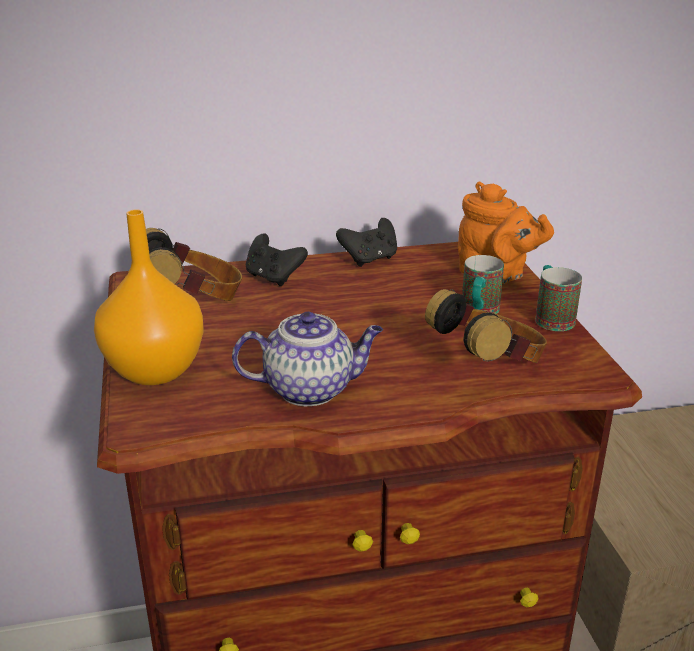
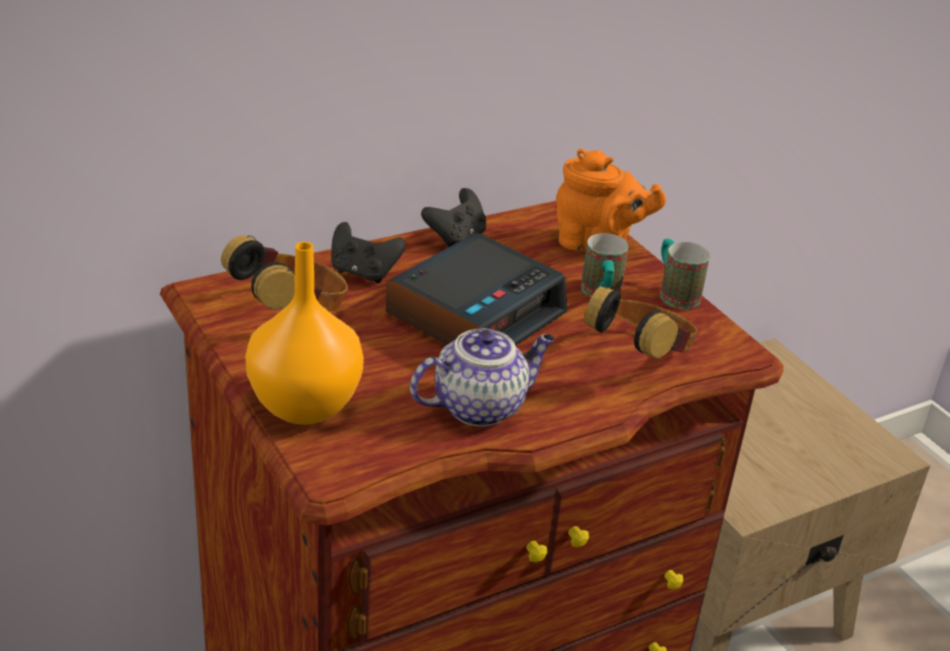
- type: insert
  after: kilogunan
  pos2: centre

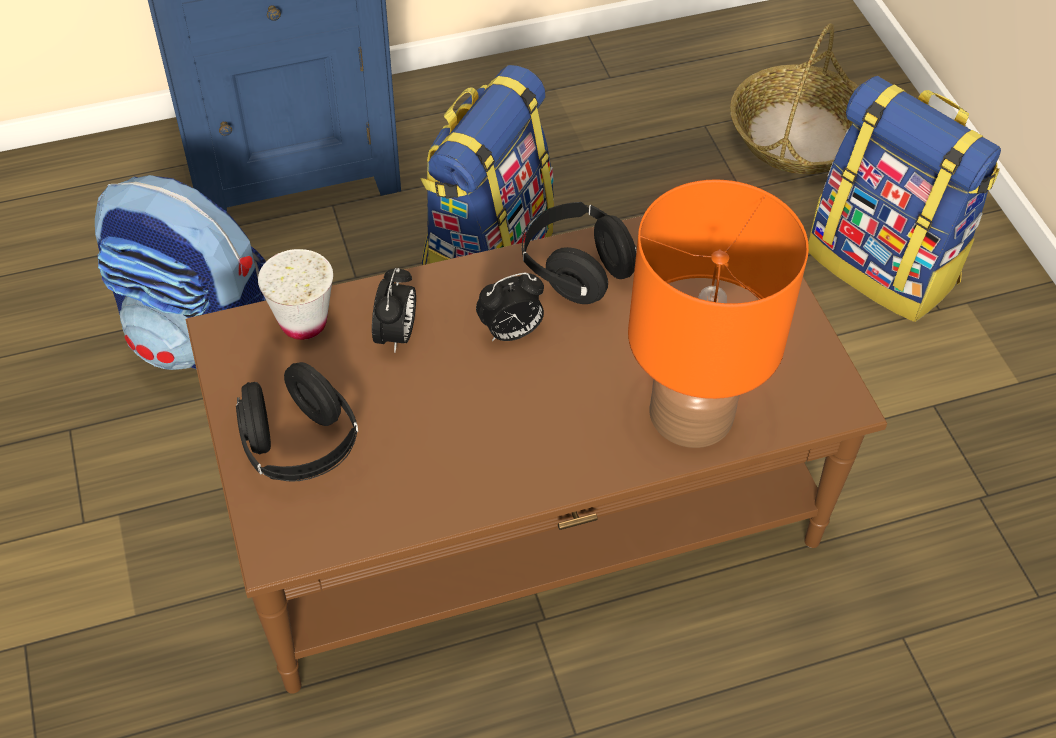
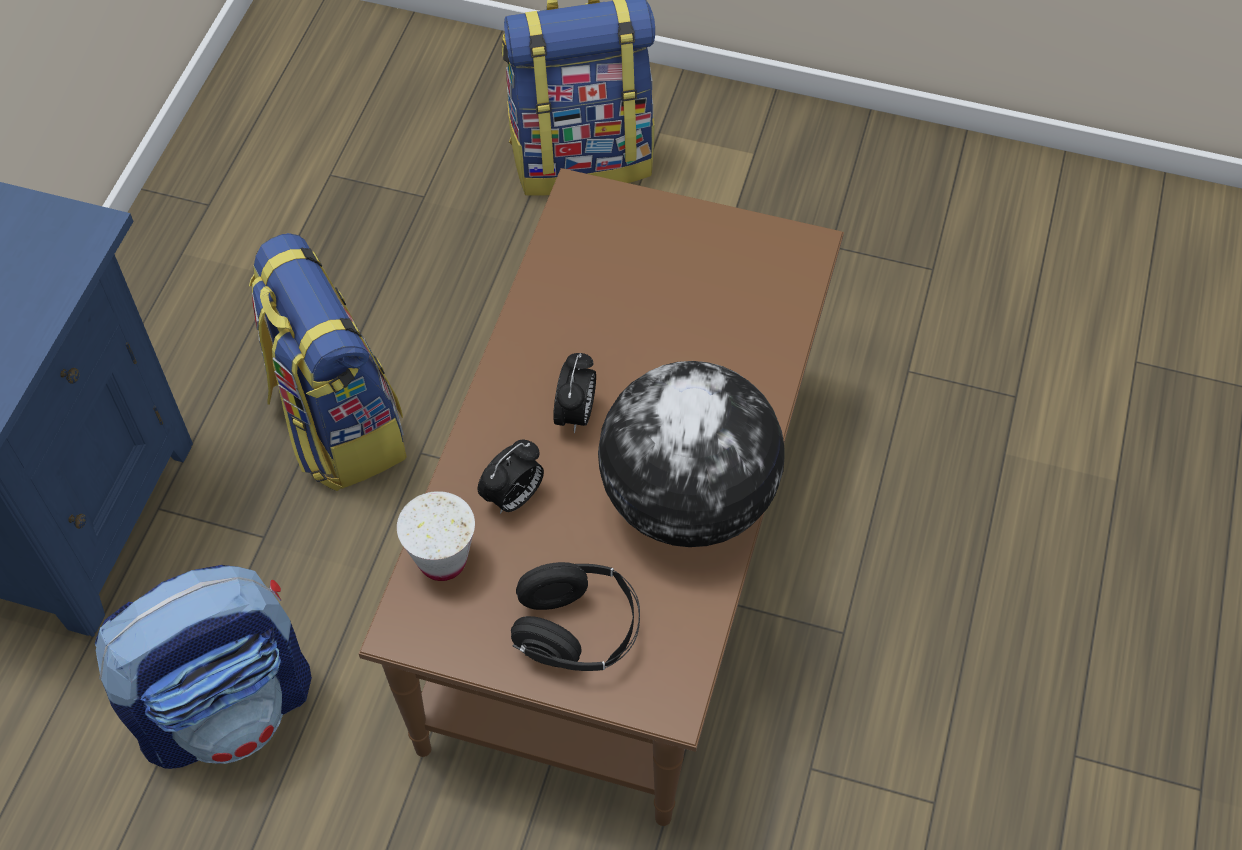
- type: delete
  before: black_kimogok (2nd from left)
  pos1: centre
- type: delete
  before: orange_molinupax
  pos1: middle right
- type: delete
  before: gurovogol
  pos1: top right
- type: insert
  after: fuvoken
  pos2: centre
- type: rotate
  before: kilogunan (1st from left)
  pos1: centre
  pos2: centre
  turn: 90

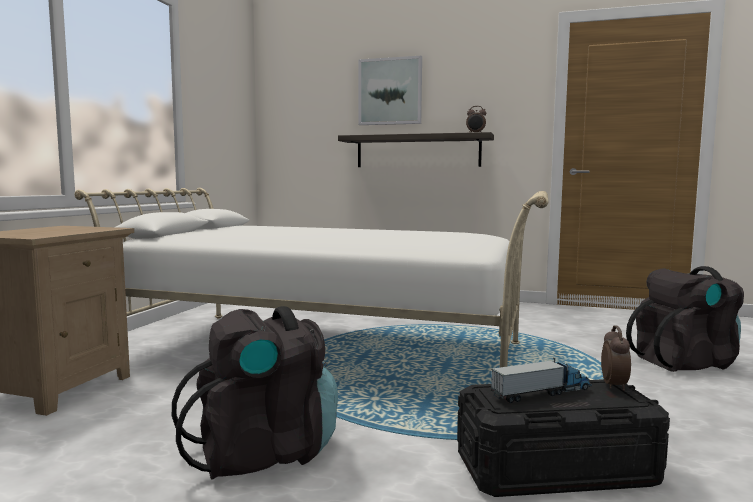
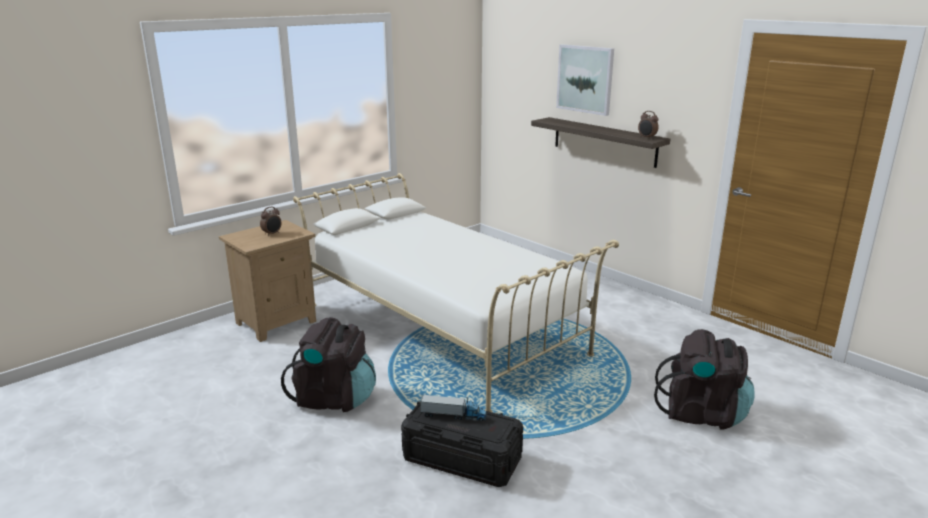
- type: move
  before: kilogunan (2nd from left in the first image)
  after: kilogunan (1st from left)
  pos1: bottom right
  pos2: middle left

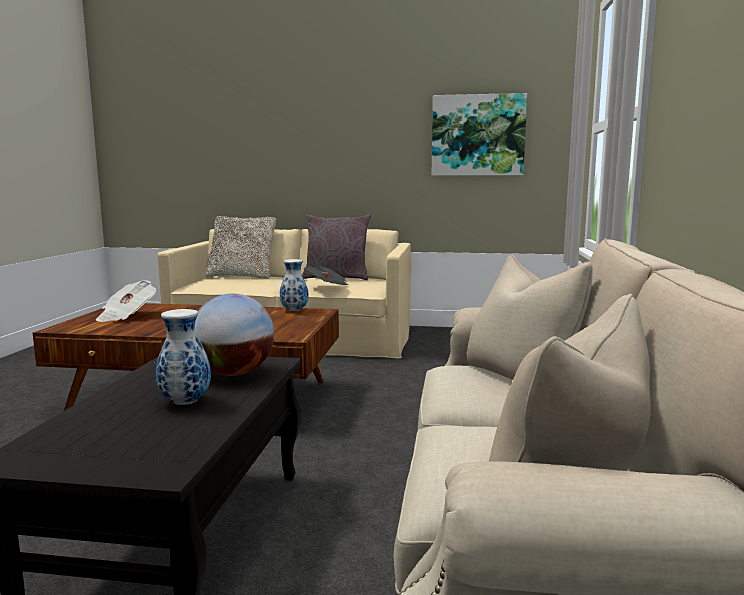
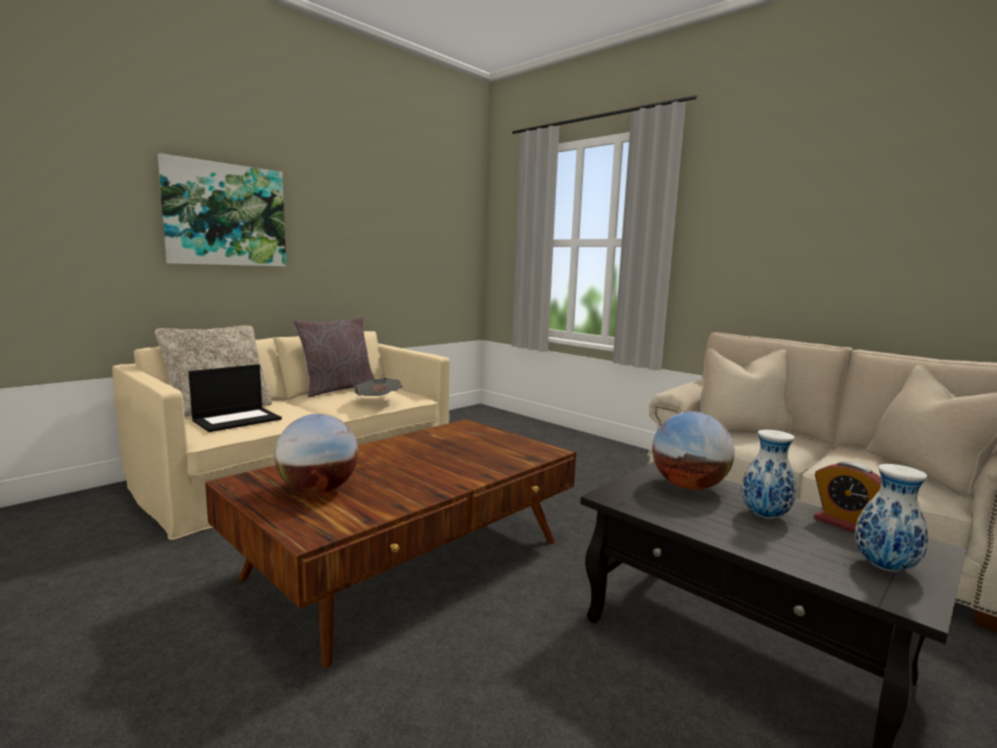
- type: insert
  after: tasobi
  pos2: middle left
- type: insert
  after: kilogunan
  pos2: middle right
- type: move
  before: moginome (2nd from left)
  pos1: centre
  pos2: bottom right
- type: move
  before: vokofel
  pos1: top centre
  pos2: top left
- type: replace
  before: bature (1st from left)
  after: fuvoken (1st from left)
  pos1: middle left
  pos2: middle left

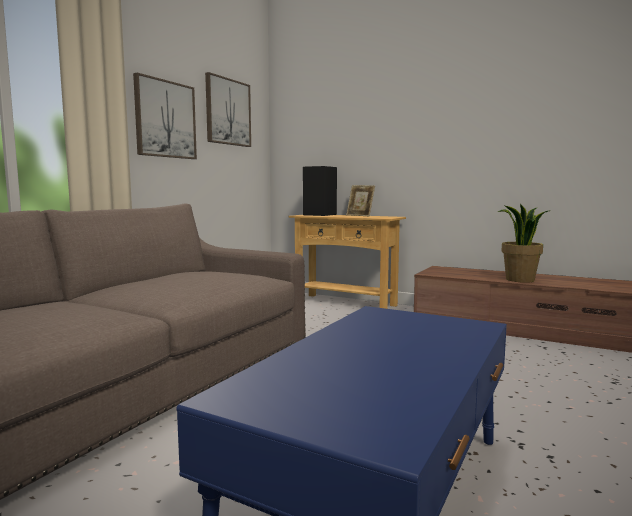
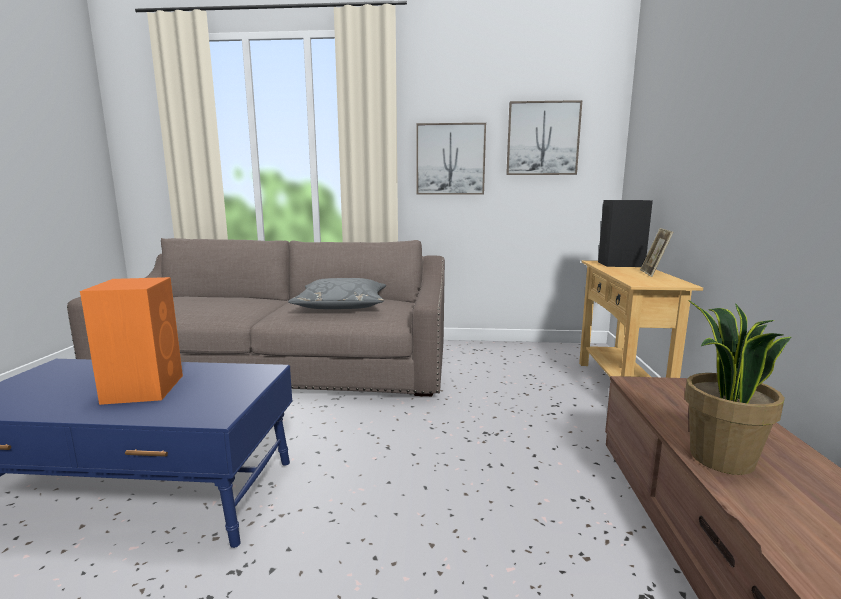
- type: insert
  after: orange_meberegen
  pos2: middle left
- type: insert
  after: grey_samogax
  pos2: centre

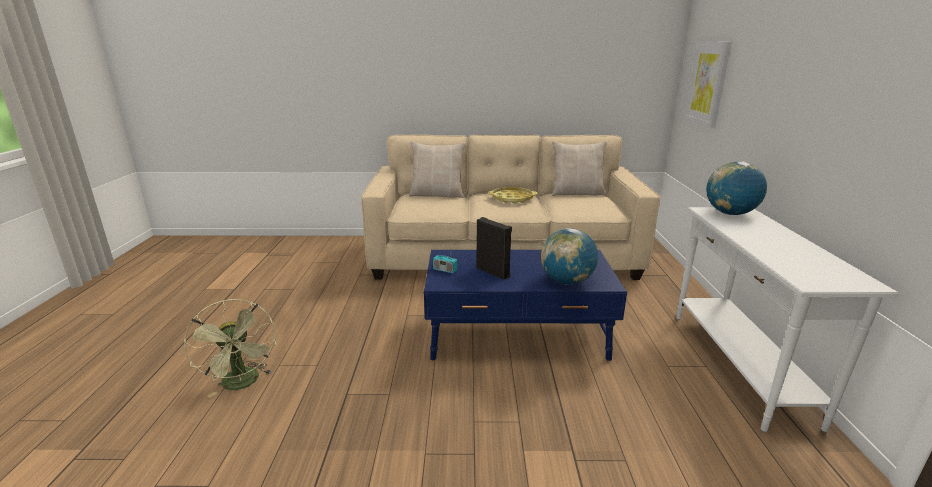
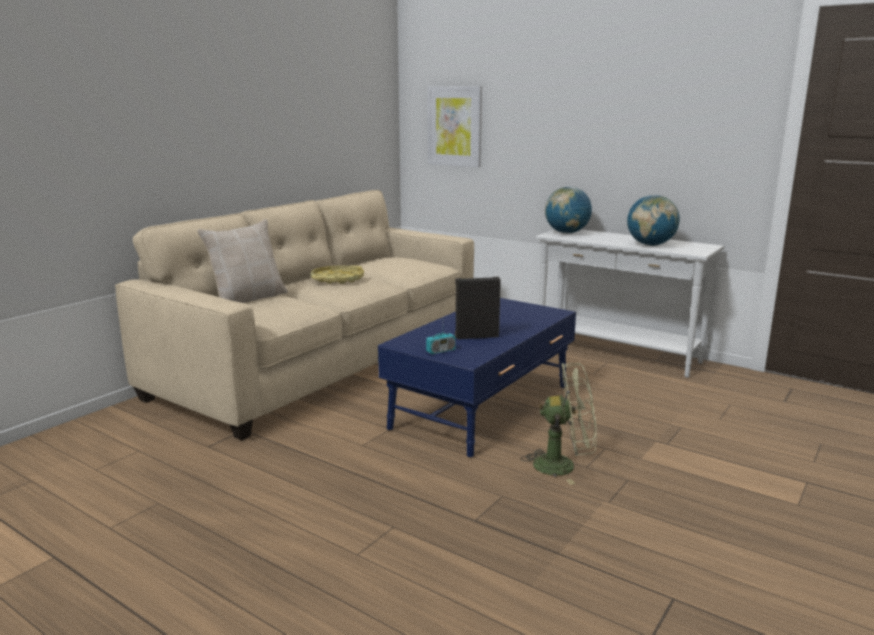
- type: delete
  before: beige_samogax (2nd from left)
  pos1: centre
- type: move
  before: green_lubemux
  pos1: bottom left
  pos2: bottom centre
- type: move
  before: fuvoken (1st from left in the first image)
  after: fuvoken (2nd from left)
  pos1: centre
  pos2: middle right

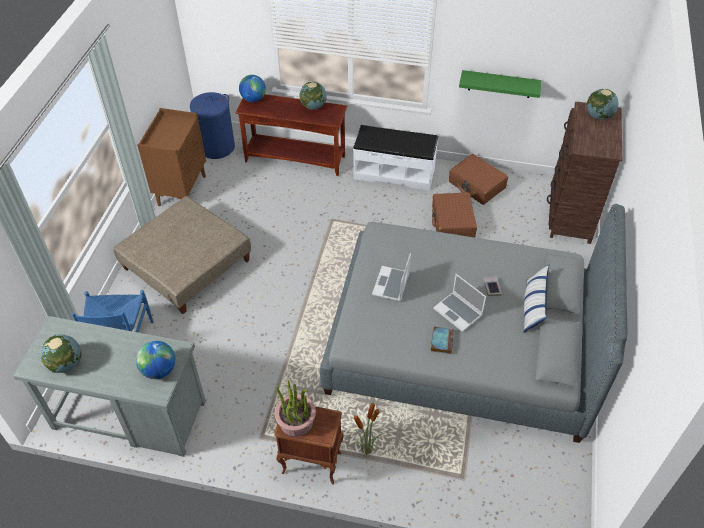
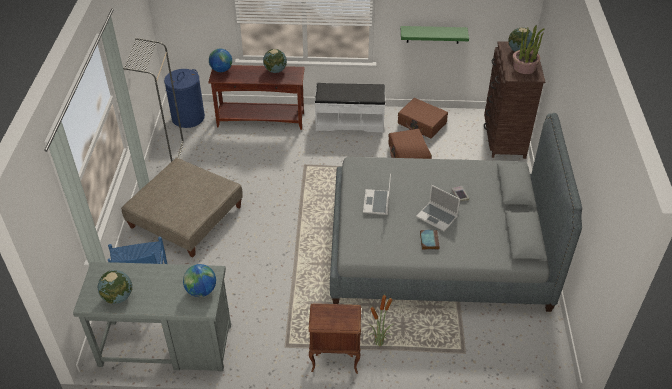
- type: delete
  before: samogax
  pos1: middle right
- type: move
  before: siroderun (1st from left in the first image)
  after: siroderun (2nd from left)
  pos1: bottom centre
  pos2: top right
- type: replace
  before: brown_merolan
  after: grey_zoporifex
  pos1: top left
  pos2: top left

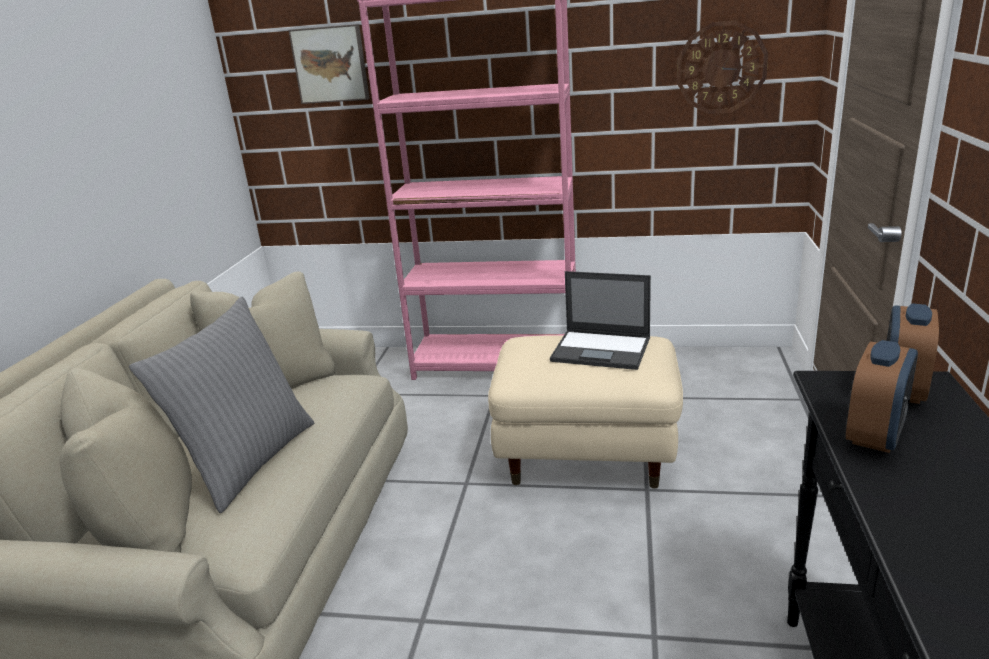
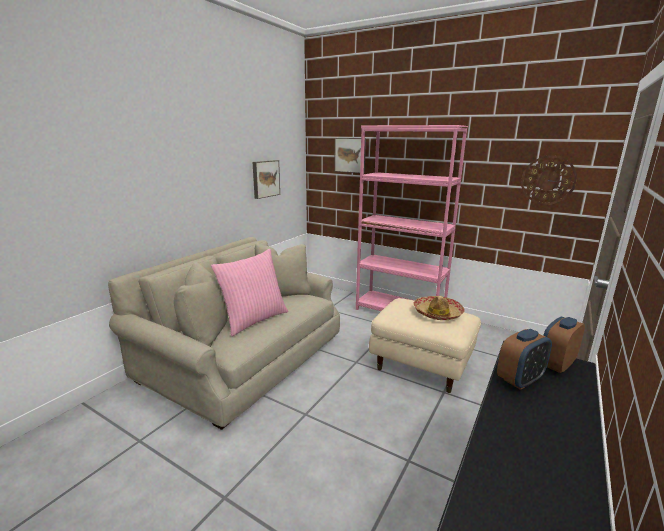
- type: insert
  after: vokofel (1st from left)
  pos2: centre
- type: replace
  before: tasobi
  after: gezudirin
  pos1: centre
  pos2: centre
- type: recolor
  before: grey_samogax
  after: pink_samogax
  pos1: middle left
  pos2: centre

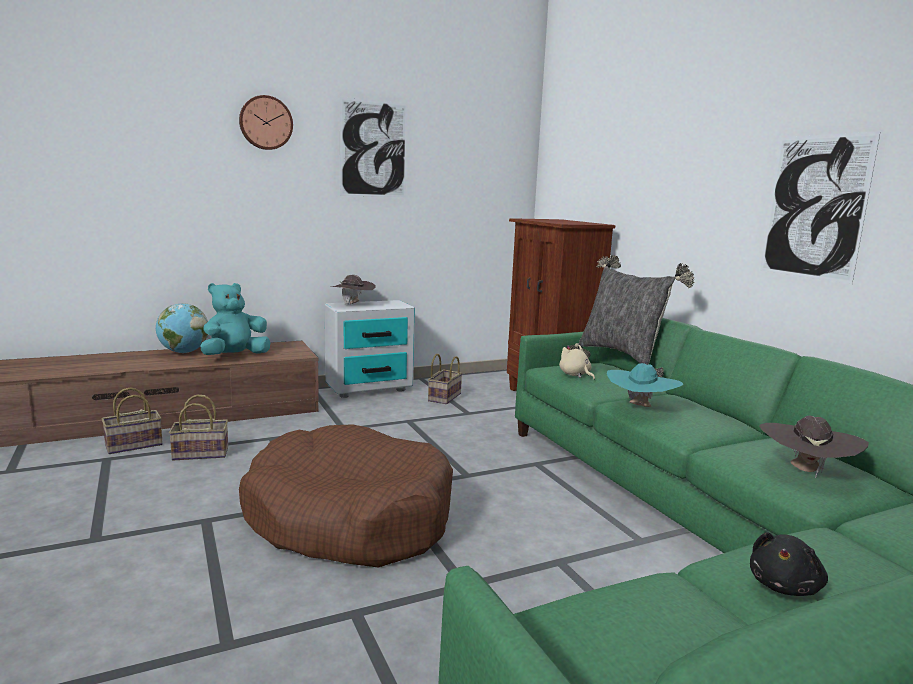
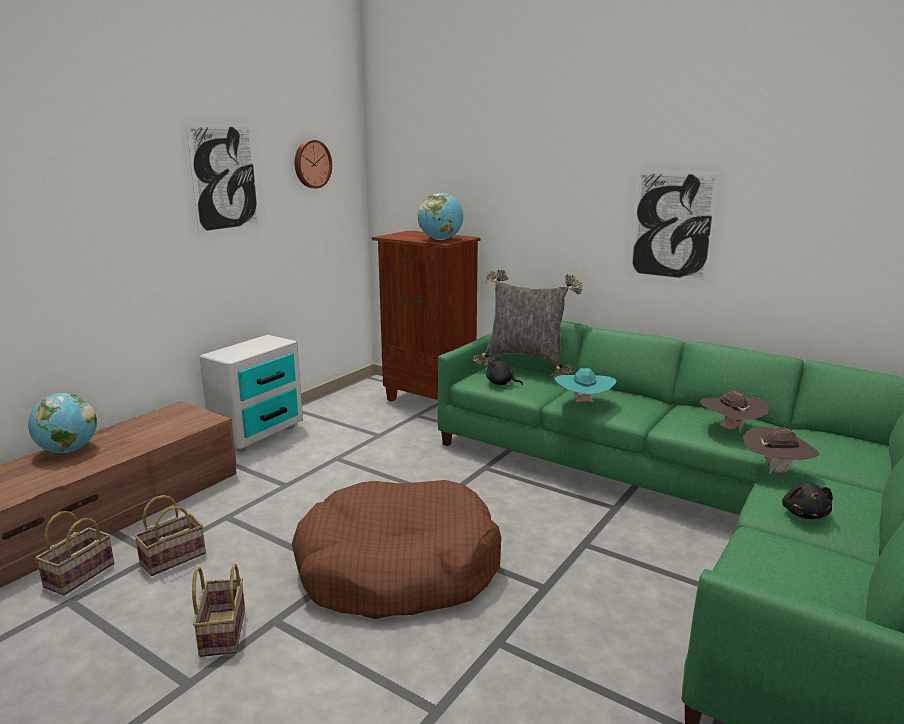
- type: delete
  before: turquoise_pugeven
  pos1: middle left
- type: insert
  after: fuvoken (2nd from left)
  pos2: top centre
- type: move
  before: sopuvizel
  pos1: top left
  pos2: top centre
- type: move
  before: brown_gezudirin (1st from left in the first image)
  after: brown_gezudirin (2nd from left)
  pos1: centre
  pos2: middle right
- type: move
  before: gurovogol (3rd from left)
  pos1: centre
  pos2: bottom left
- type: recolor
  before: beige_pugeven
  after: black_pugeven (1st from left)
  pos1: centre
  pos2: centre

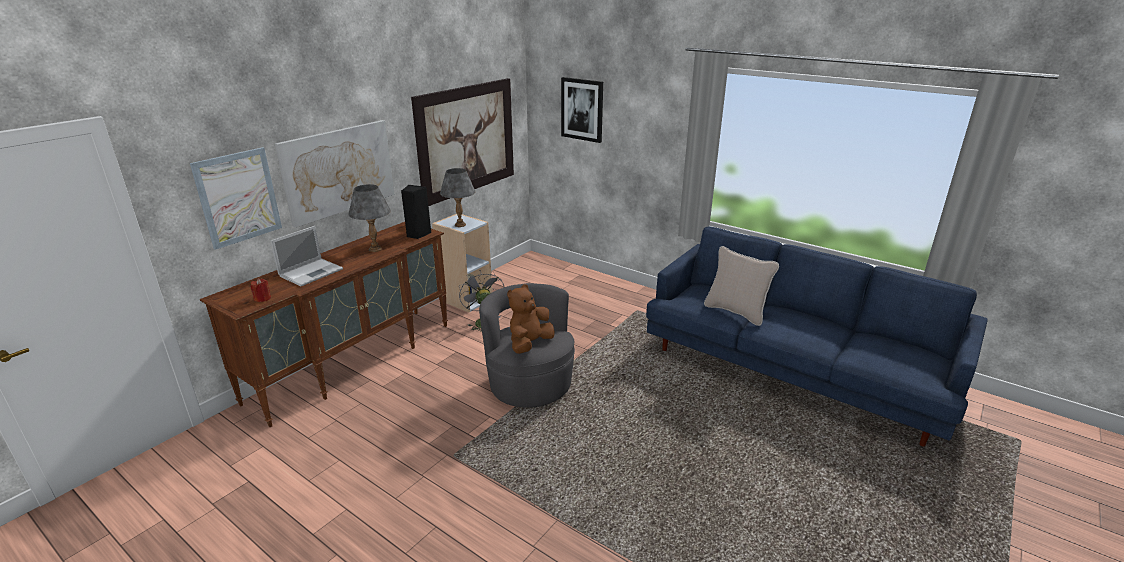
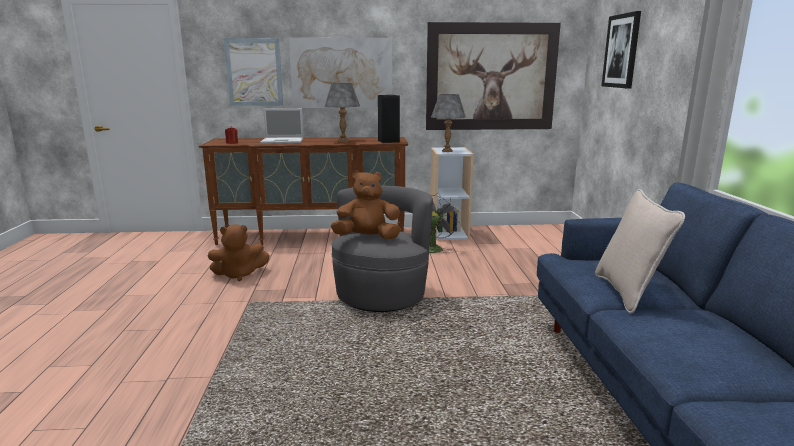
- type: insert
  after: brown_pugeven (1st from left)
  pos2: middle left

